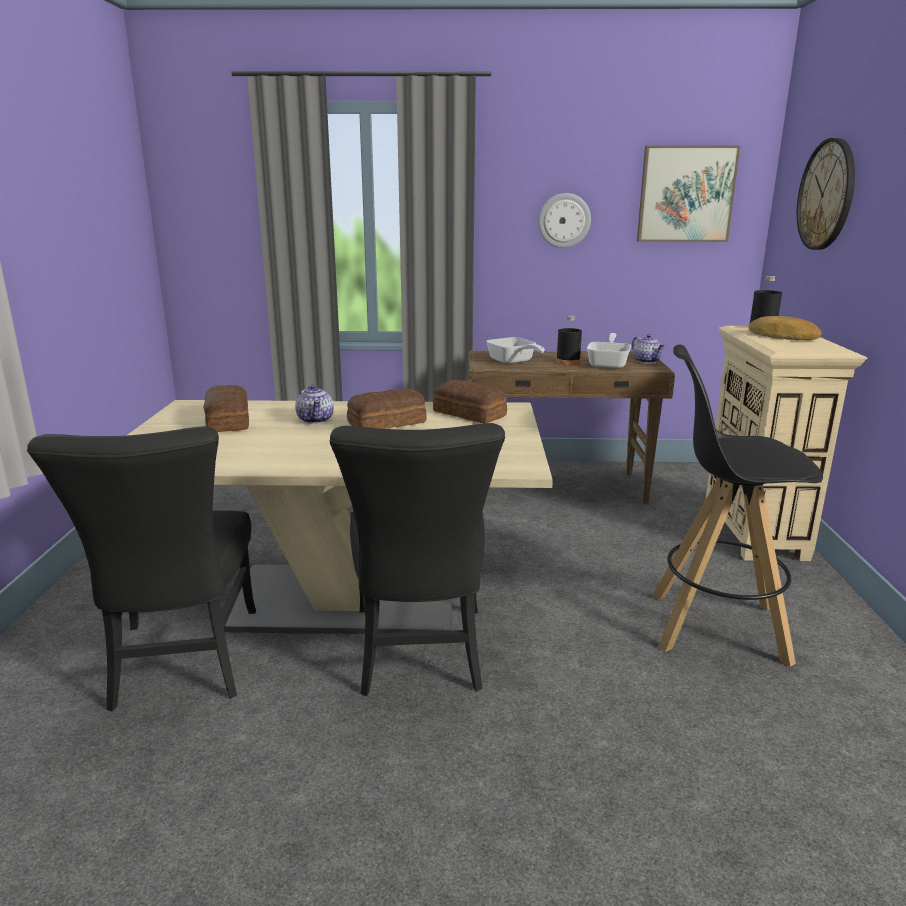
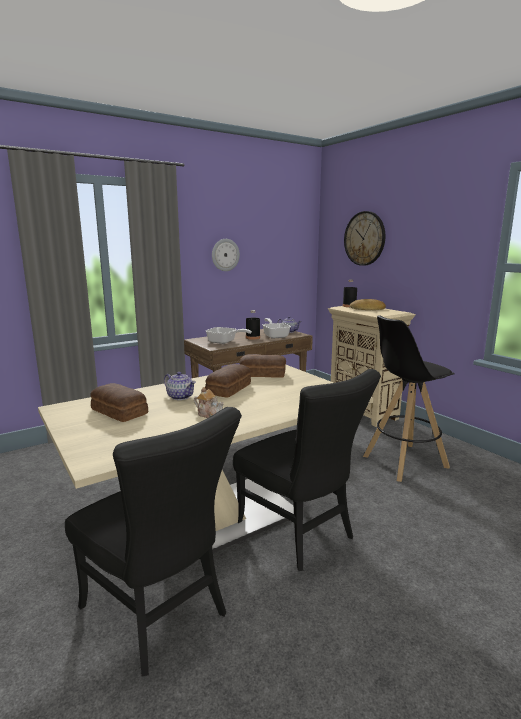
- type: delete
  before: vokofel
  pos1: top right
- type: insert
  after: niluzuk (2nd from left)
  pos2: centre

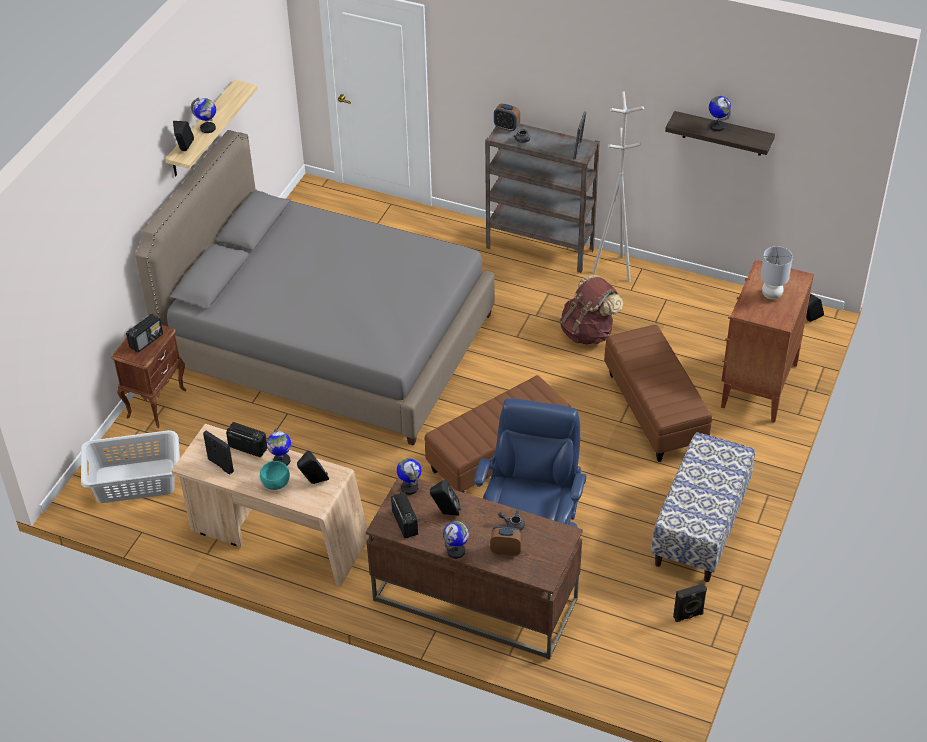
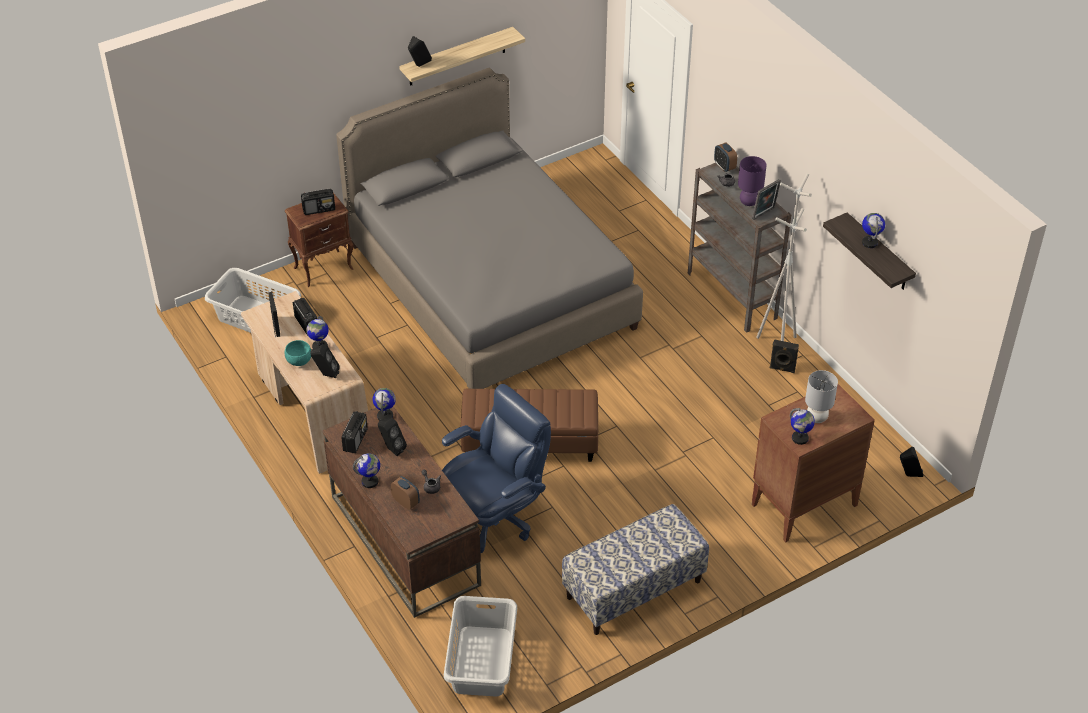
- type: delete
  before: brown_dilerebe
  pos1: centre
- type: delete
  before: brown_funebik (2nd from left)
  pos1: middle right
- type: insert
  after: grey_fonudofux (2nd from left)
  pos2: bottom centre
- type: insert
  after: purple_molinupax
  pos2: top right
- type: move
  before: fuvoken (1st from left in the first image)
  after: fuvoken (4th from left)
  pos1: top left
  pos2: middle right
- type: move
  before: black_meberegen (4th from left)
  pos1: bottom right
  pos2: middle right

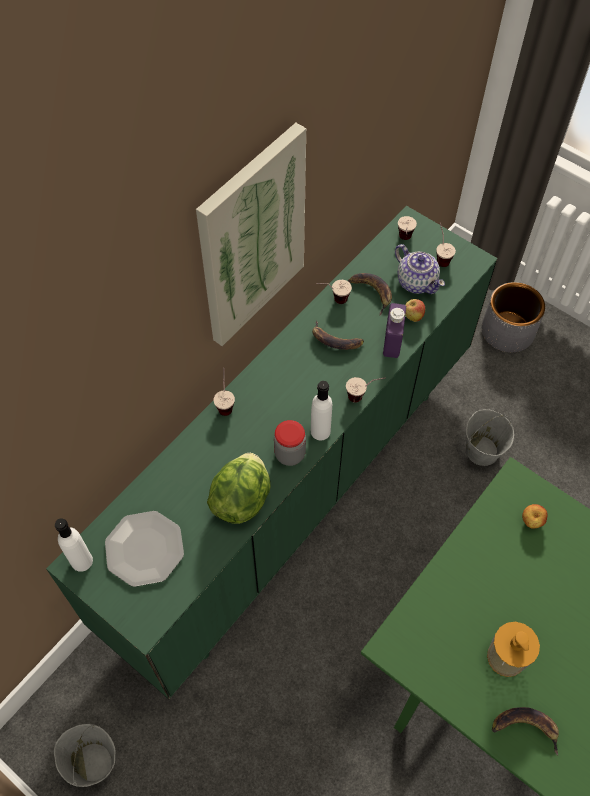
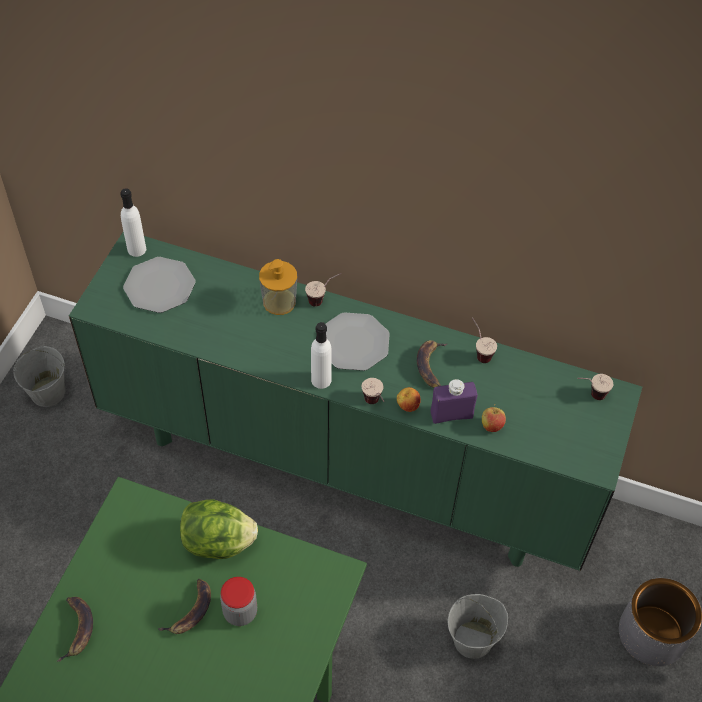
- type: delete
  before: vokofel
  pos1: top centre
- type: delete
  before: niluzuk
  pos1: middle right
- type: delete
  before: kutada (5th from left)
  pos1: top right
- type: insert
  after: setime (2nd from left)
  pos2: centre
- type: move
  before: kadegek
  pos1: centre
  pos2: bottom left
- type: move
  before: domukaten
  pos1: centre
  pos2: bottom centre
- type: move
  before: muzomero (2nd from left)
  pos1: centre
  pos2: bottom left
- type: move
  before: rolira
  pos1: bottom right
  pos2: centre
- type: move
  before: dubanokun (2nd from left in the first image)
  after: dubanokun (1st from left)
  pos1: middle right
  pos2: centre

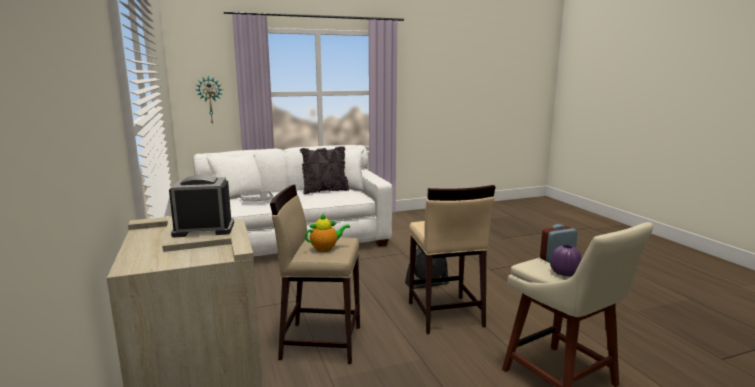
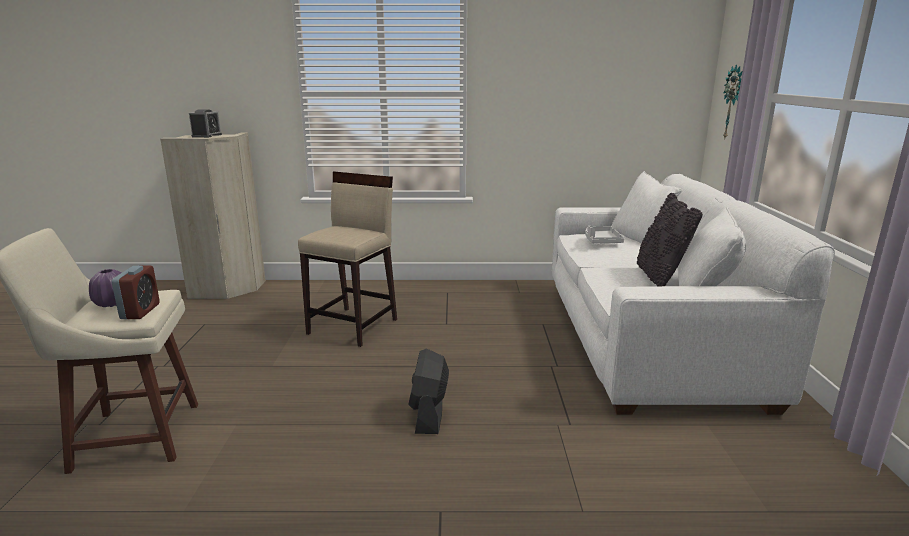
- type: delete
  before: niluzuk
  pos1: centre
- type: delete
  before: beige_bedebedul (2nd from left)
  pos1: bottom centre

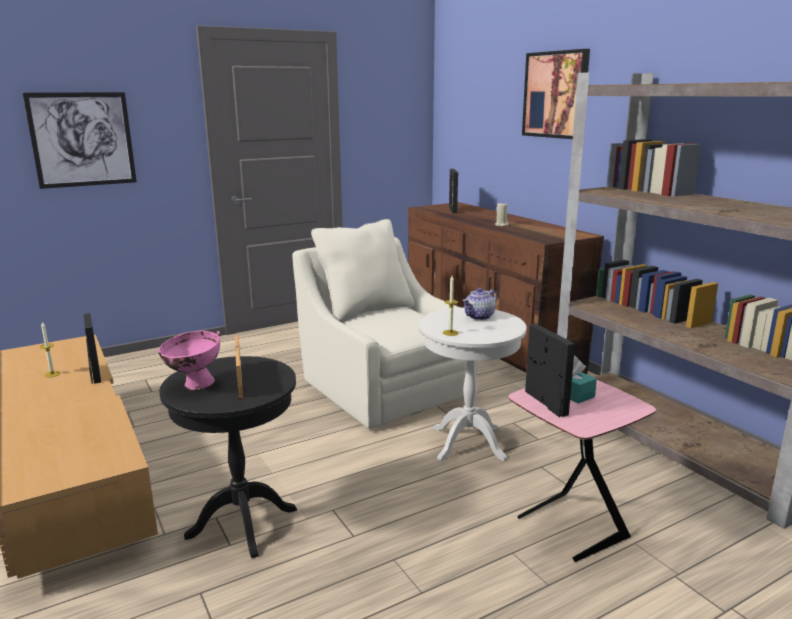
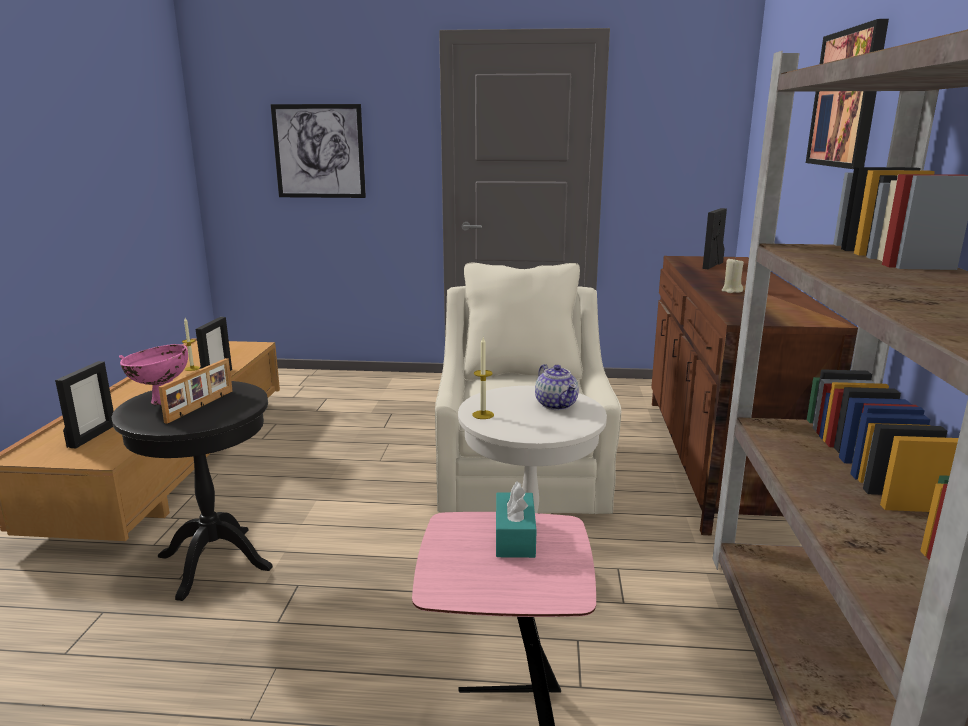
- type: move
  before: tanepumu (4th from left in the first image)
  after: tanepumu (1st from left)
  pos1: middle right
  pos2: middle left
- type: rotate
  before: niluzuk
  pos1: centre
  pos2: centre
  turn: -105

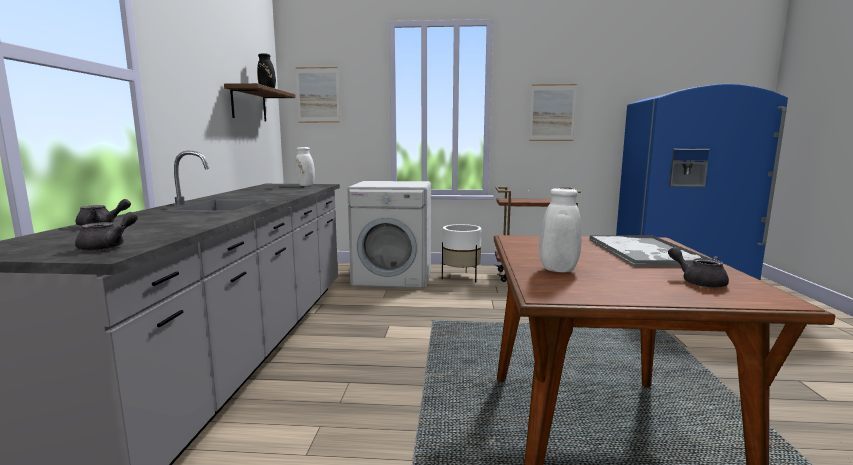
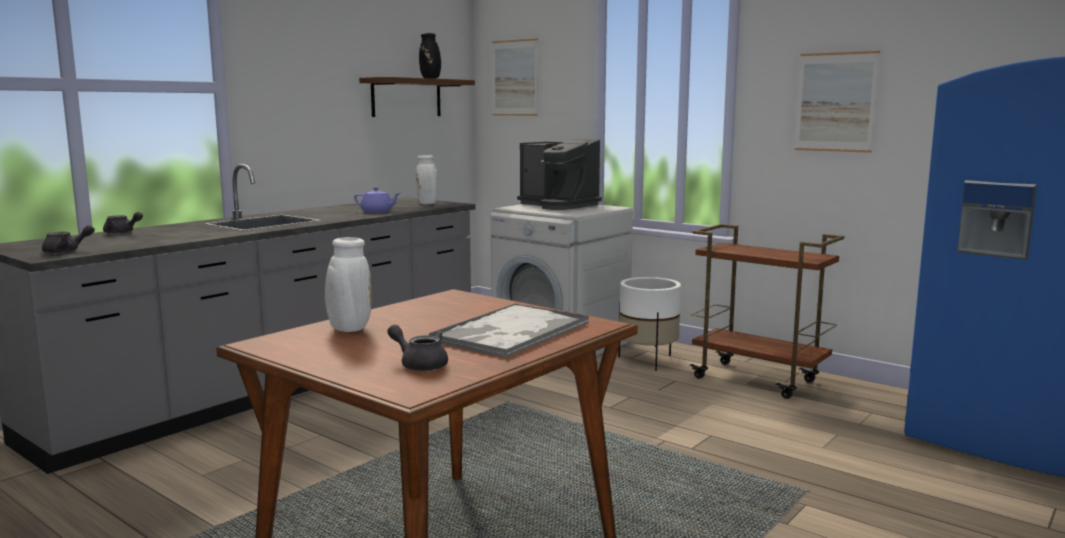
- type: insert
  after: purple_niluzuk
  pos2: centre
- type: insert
  after: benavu
  pos2: top centre
- type: rotate
  before: grey_niluzuk (3rd from left)
  pos1: middle right
  pos2: centre
  turn: -60

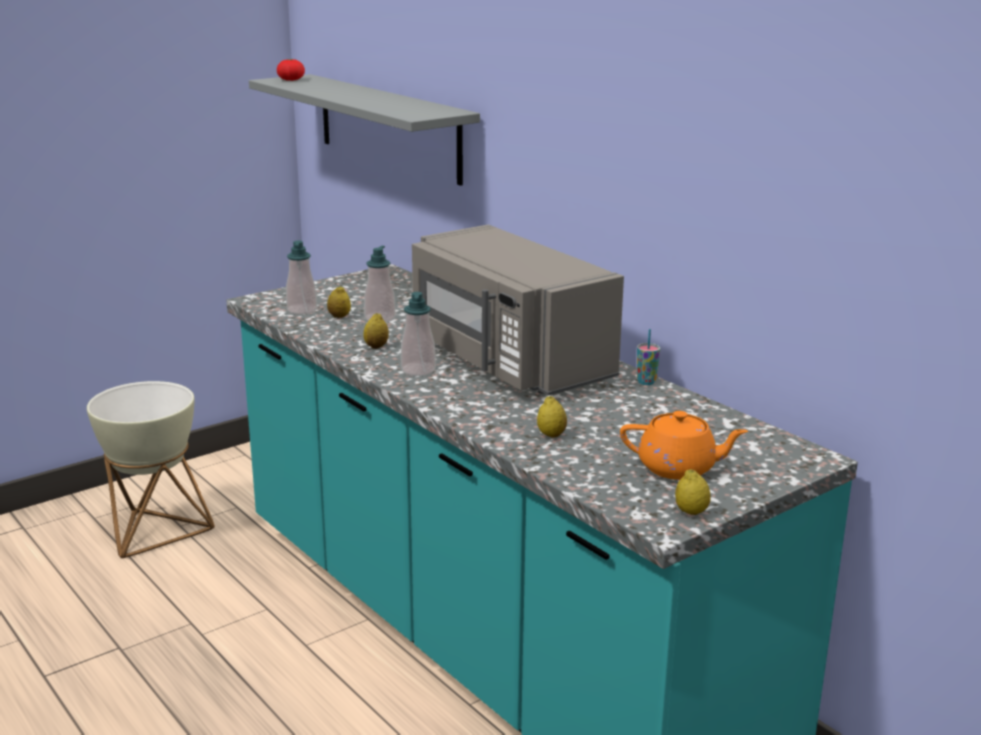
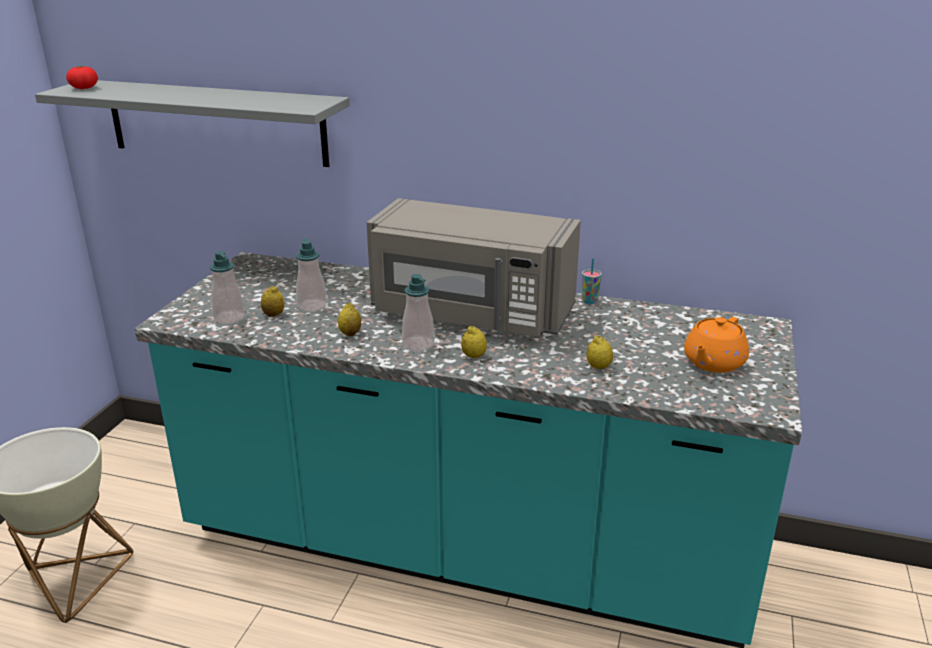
- type: move
  before: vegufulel (4th from left in the first image)
  after: vegufulel (3rd from left)
  pos1: bottom right
  pos2: centre
- type: rotate
  before: orange_niluzuk
  pos1: middle right
  pos2: middle right
  turn: 150

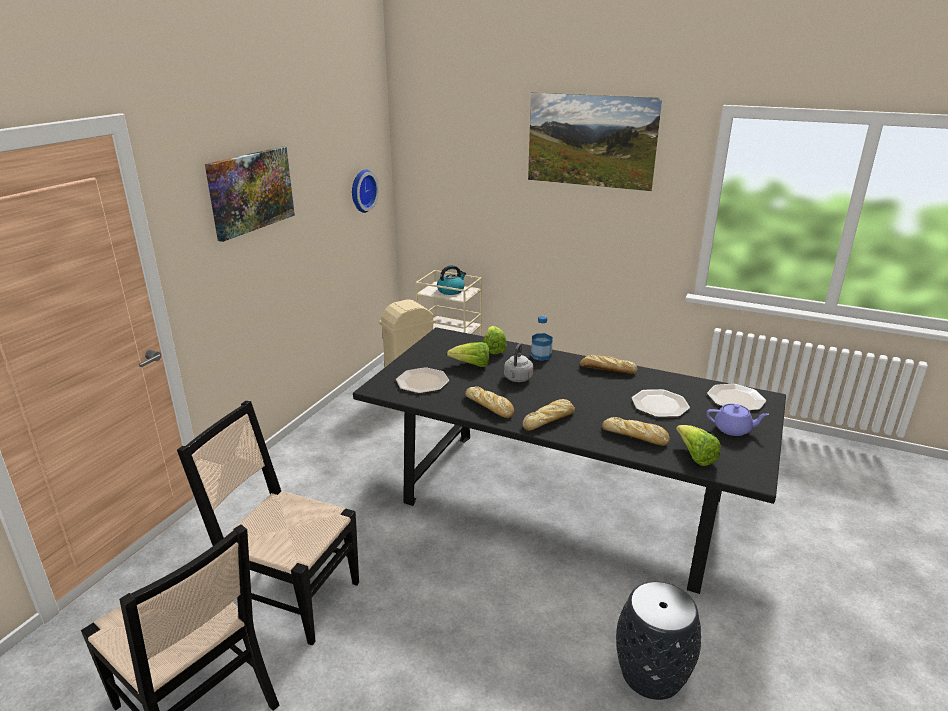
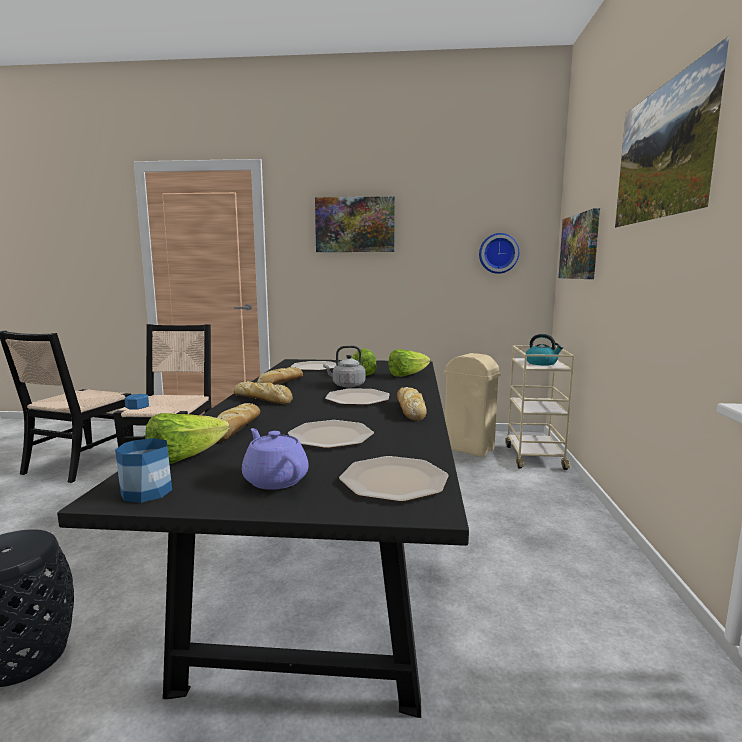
- type: insert
  after: setime (3rd from left)
  pos2: centre
- type: insert
  after: vokofel (2nd from left)
  pos2: top right
- type: move
  before: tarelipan
  pos1: centre
  pos2: middle left
- type: rotate
  before: purple_niluzuk
  pos1: middle right
  pos2: centre
  turn: 150

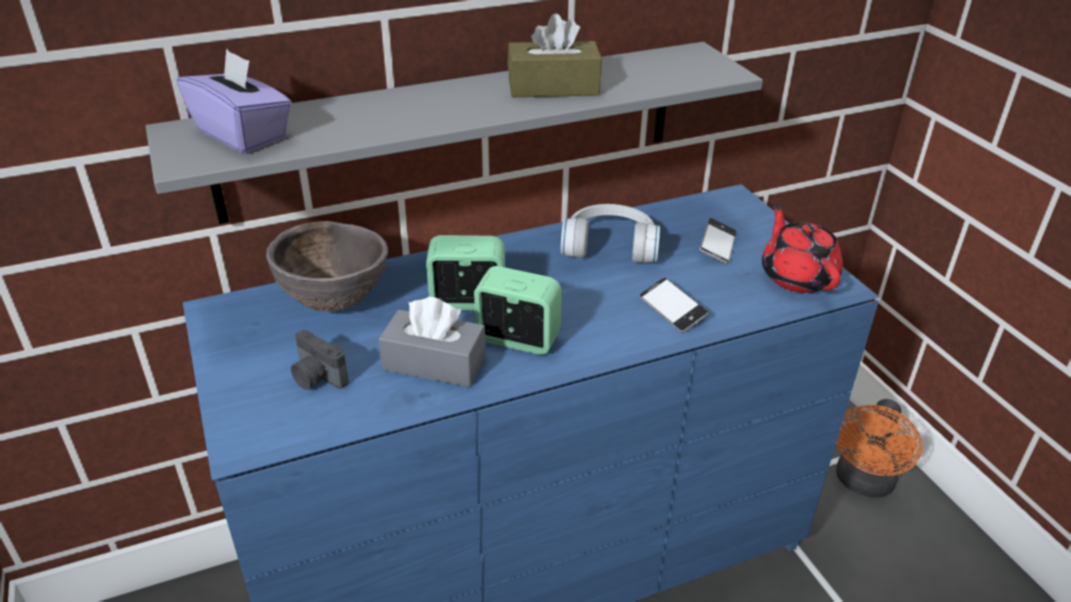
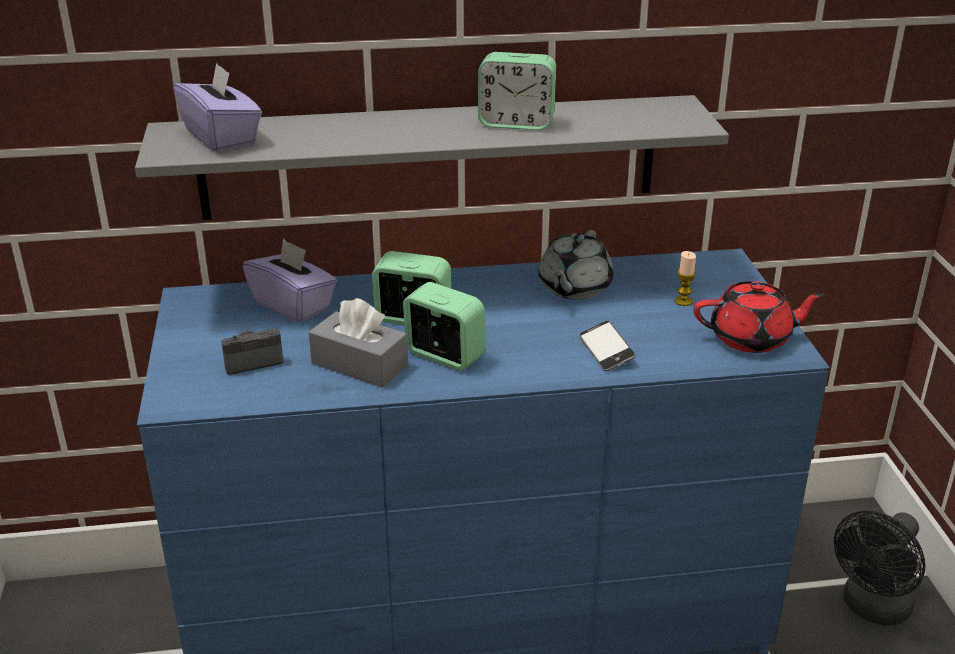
- type: replace
  before: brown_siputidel
  after: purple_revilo (2nd from left)
  pos1: middle left
  pos2: middle left
- type: replace
  before: brown_revilo
  after: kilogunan (3rd from left)
  pos1: top centre
  pos2: top centre
- type: replace
  before: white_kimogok
  after: grey_niluzuk
  pos1: centre
  pos2: centre
- type: replace
  before: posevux (2nd from left)
  after: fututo
  pos1: middle right
  pos2: middle right
- type: recolor
  before: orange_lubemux
  after: black_lubemux
  pos1: bottom right
  pos2: bottom right
- type: rotate
  before: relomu
  pos1: middle left
  pos2: middle left
  turn: 105
- type: rotate
  before: red_niluzuk
  pos1: middle right
  pos2: middle right
  turn: 90

